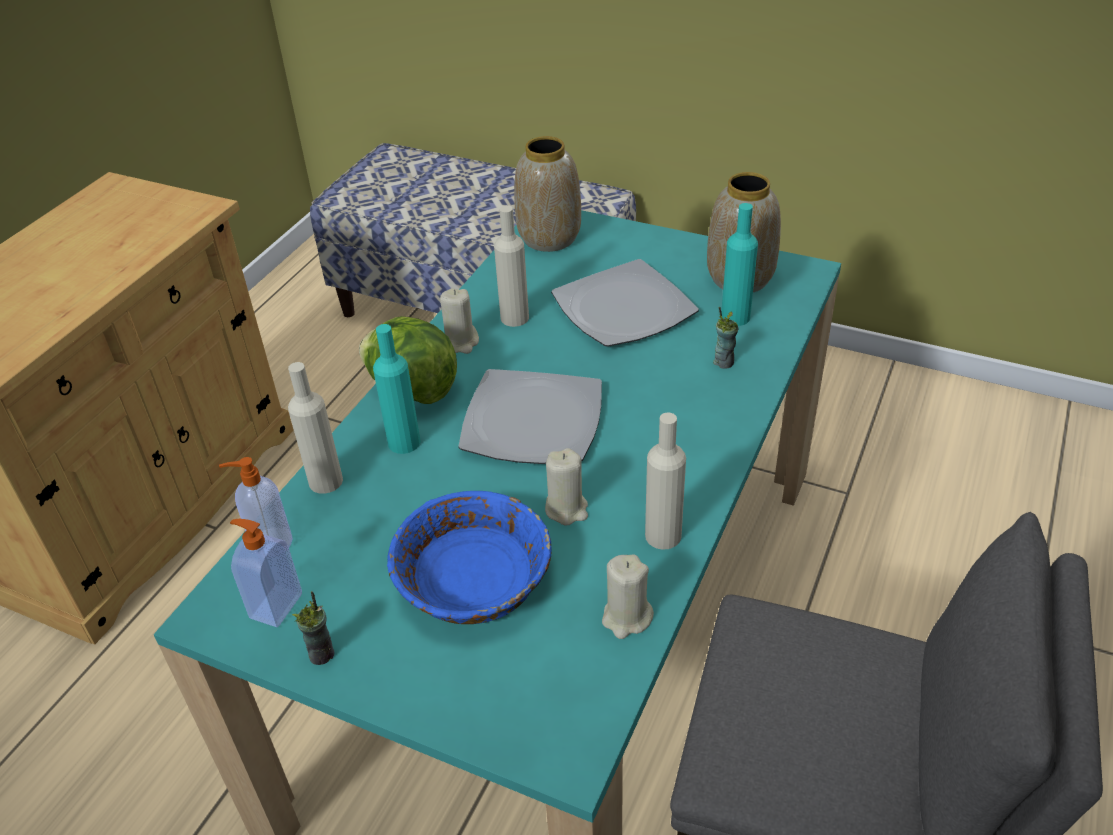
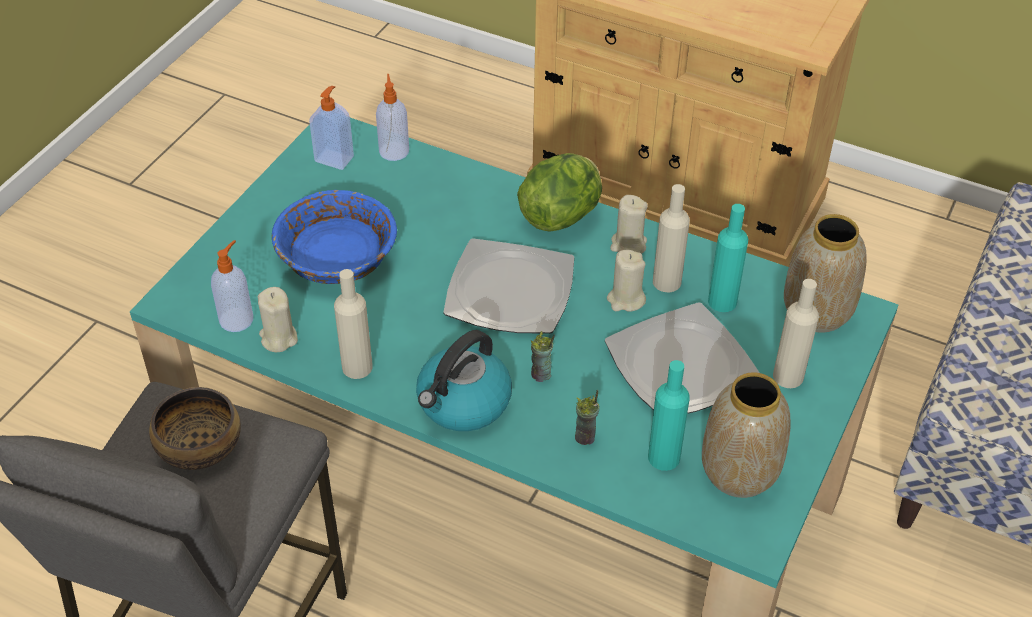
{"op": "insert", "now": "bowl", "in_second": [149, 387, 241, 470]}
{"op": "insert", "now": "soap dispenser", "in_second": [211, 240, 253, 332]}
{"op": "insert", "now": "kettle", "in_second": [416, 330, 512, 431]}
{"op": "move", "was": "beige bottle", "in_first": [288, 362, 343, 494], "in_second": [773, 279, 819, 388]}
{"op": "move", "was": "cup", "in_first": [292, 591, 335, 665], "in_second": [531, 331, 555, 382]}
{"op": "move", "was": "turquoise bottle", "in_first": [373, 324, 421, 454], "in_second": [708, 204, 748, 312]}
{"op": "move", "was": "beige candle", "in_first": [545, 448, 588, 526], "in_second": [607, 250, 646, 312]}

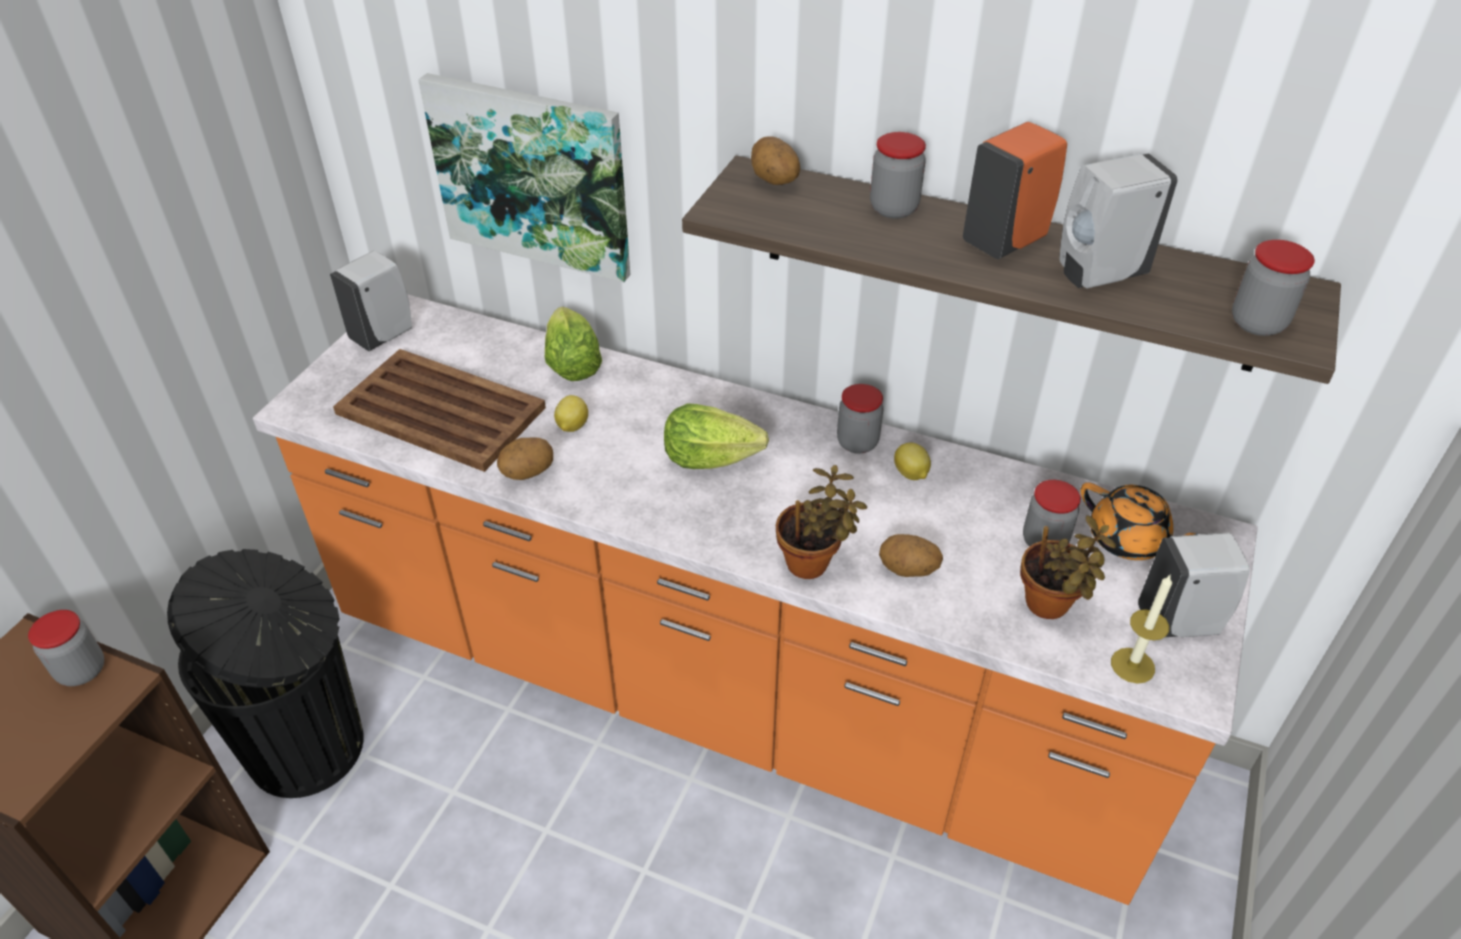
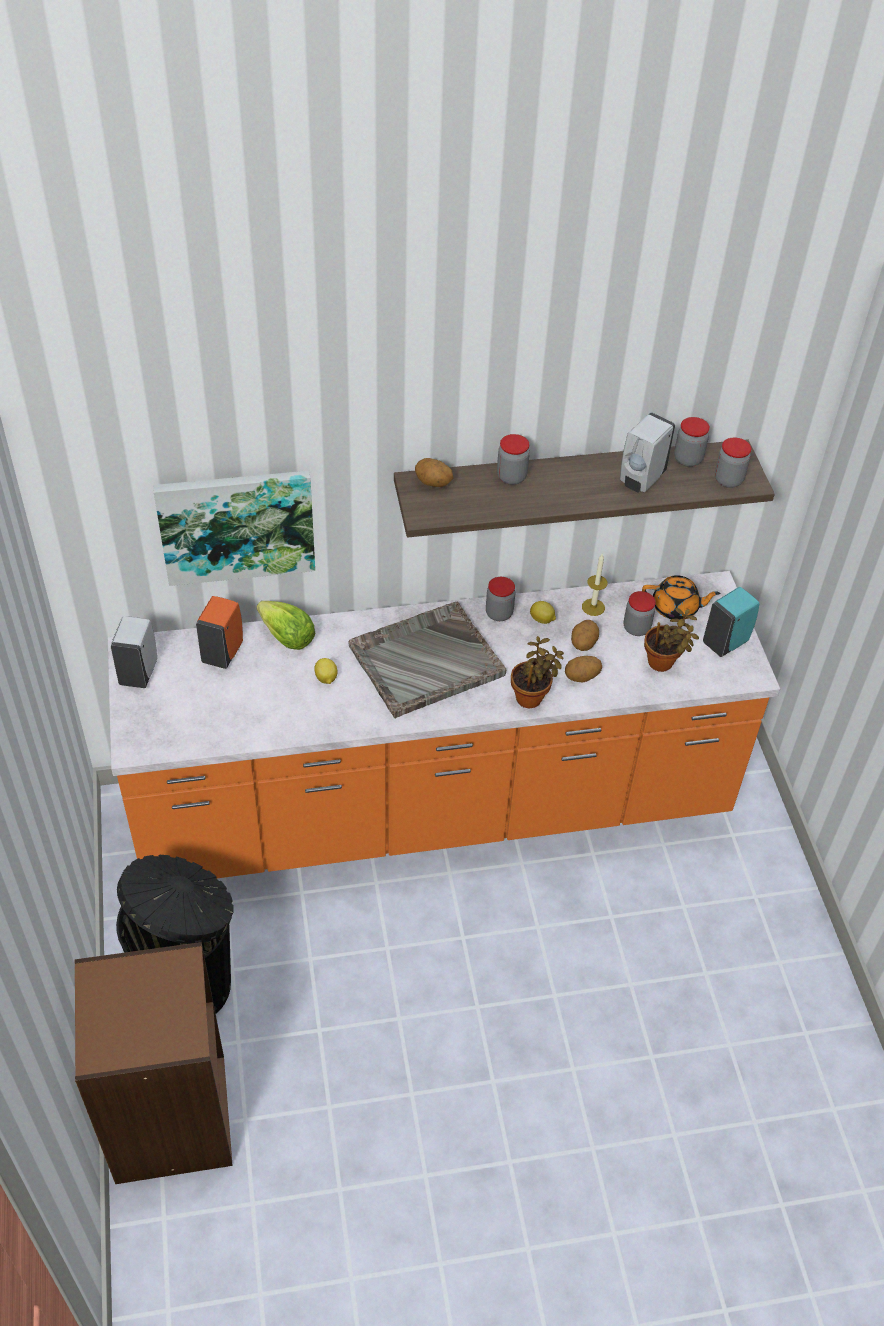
{"op": "delete", "was": "brown tray", "in_first": [333, 349, 546, 472]}
{"op": "move", "was": "jar", "in_first": [28, 610, 104, 686], "in_second": [674, 417, 710, 467]}
{"op": "move", "was": "potato", "in_first": [497, 438, 553, 480], "in_second": [571, 620, 599, 651]}
{"op": "move", "was": "orange soap dispenser", "in_first": [963, 122, 1067, 259], "in_second": [196, 596, 243, 669]}
{"op": "move", "was": "candle", "in_first": [1111, 574, 1172, 684], "in_second": [582, 554, 607, 616]}
{"op": "replace", "was": "lettuce", "now": "grey tray", "in_first": [664, 403, 769, 469], "in_second": [348, 602, 506, 718]}
{"op": "recolor", "was": "white soap dispenser", "now": "turquoise soap dispenser", "in_first": [1138, 532, 1250, 637], "in_second": [703, 587, 759, 657]}

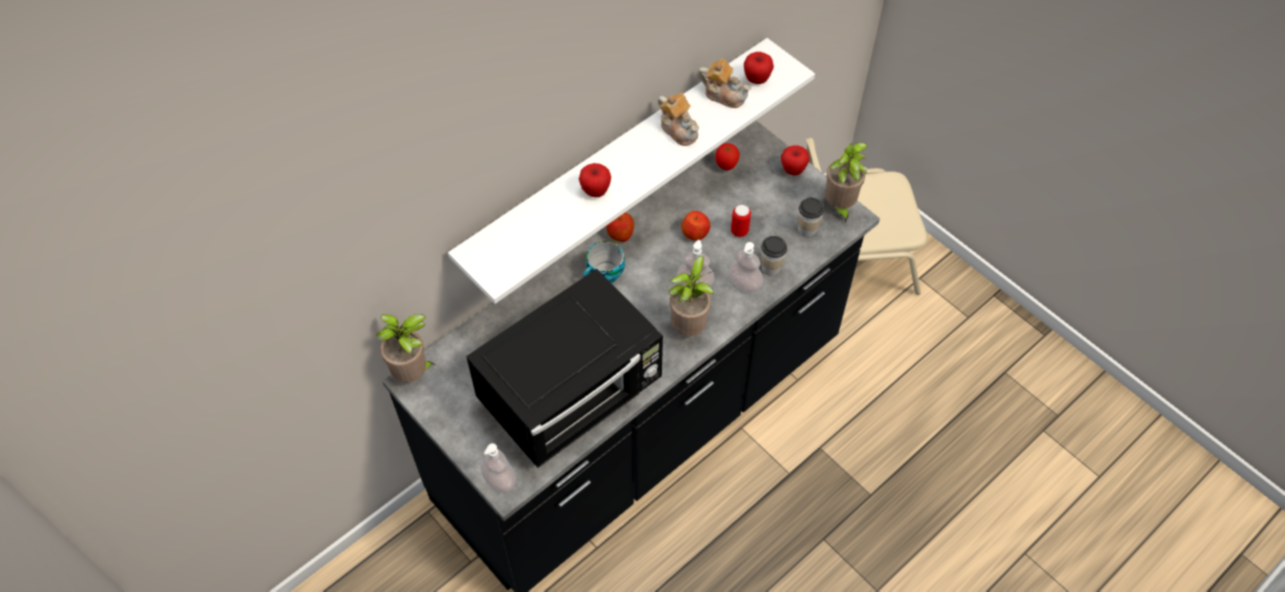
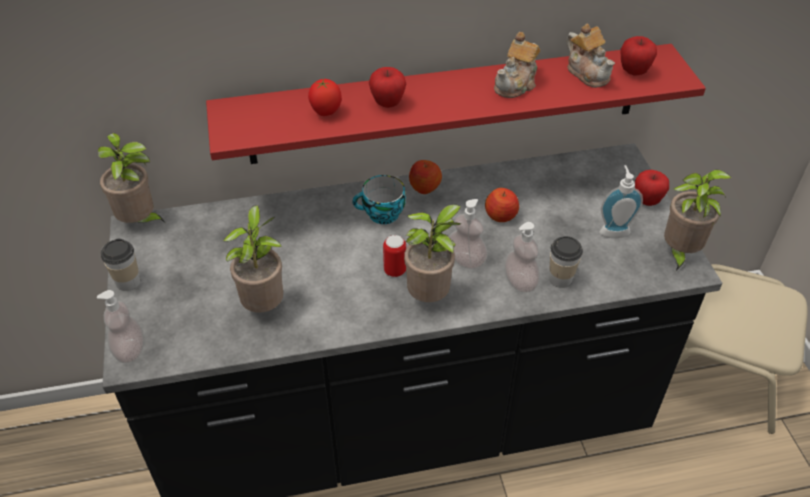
{"op": "insert", "now": "soap dispenser", "in_second": [599, 165, 643, 238]}
{"op": "move", "was": "tomato", "in_first": [715, 143, 740, 170], "in_second": [308, 79, 342, 116]}
{"op": "move", "was": "can", "in_first": [731, 205, 751, 237], "in_second": [383, 235, 406, 277]}
{"op": "move", "was": "cup", "in_first": [798, 197, 824, 237], "in_second": [101, 239, 140, 291]}
{"op": "replace", "was": "black microwave", "now": "potted plant", "in_first": [466, 269, 663, 468], "in_second": [223, 205, 283, 313]}
{"op": "recolor", "was": "white shelf", "now": "red shelf", "in_first": [448, 38, 815, 304], "in_second": [206, 44, 706, 164]}
{"op": "rotate", "was": "teapot", "in_first": [658, 93, 699, 146], "in_second": [494, 32, 540, 98], "clockwise": 45}

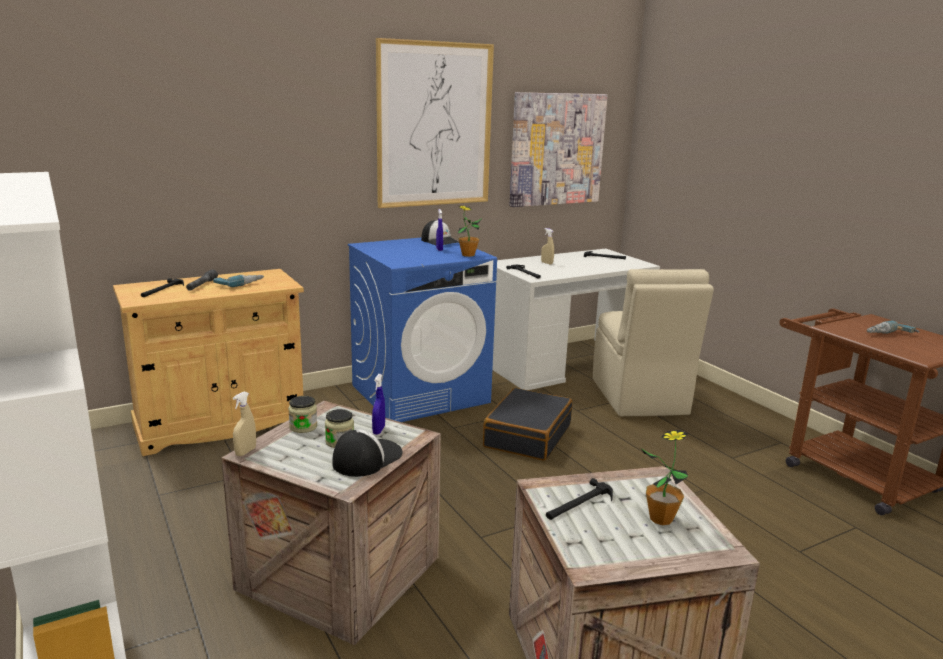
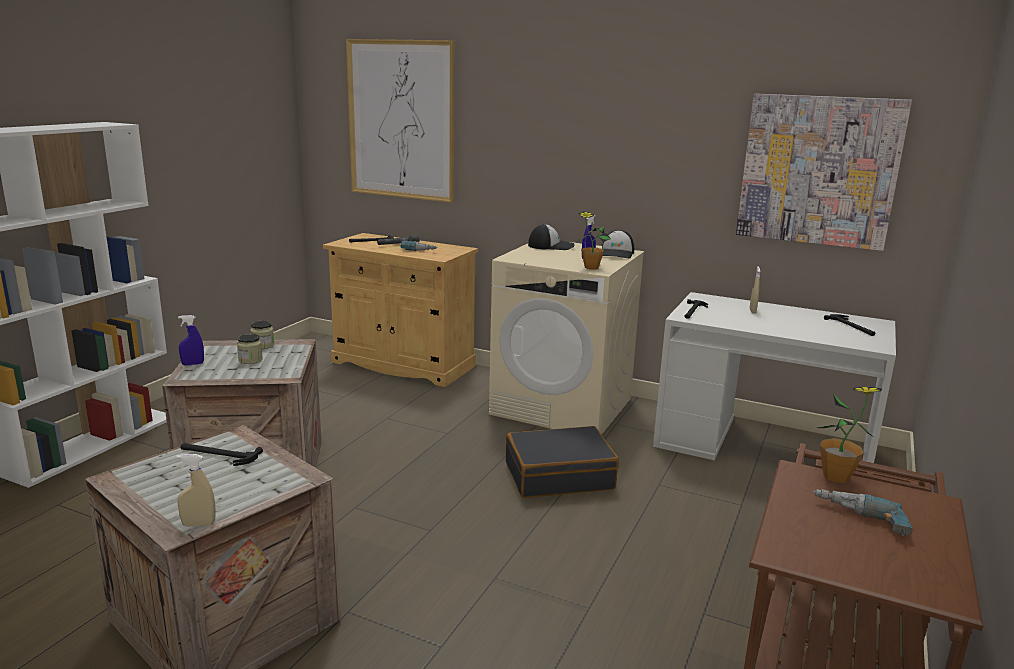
{"op": "delete", "was": "beige chair", "in_first": [593, 269, 714, 417]}
{"op": "move", "was": "beige spray bottle", "in_first": [233, 392, 256, 456], "in_second": [176, 454, 216, 527]}
{"op": "move", "was": "cap", "in_first": [332, 430, 402, 477], "in_second": [528, 224, 575, 250]}
{"op": "move", "was": "blue spray bottle", "in_first": [372, 374, 385, 435], "in_second": [178, 315, 204, 365]}
{"op": "move", "was": "picture", "in_first": [376, 38, 494, 208], "in_second": [346, 39, 454, 203]}
{"op": "move", "was": "potted plant", "in_first": [641, 430, 689, 525], "in_second": [818, 387, 882, 483]}
{"op": "recolor", "was": "blue washing machine", "now": "beige washing machine", "in_first": [348, 238, 497, 422], "in_second": [489, 242, 644, 435]}

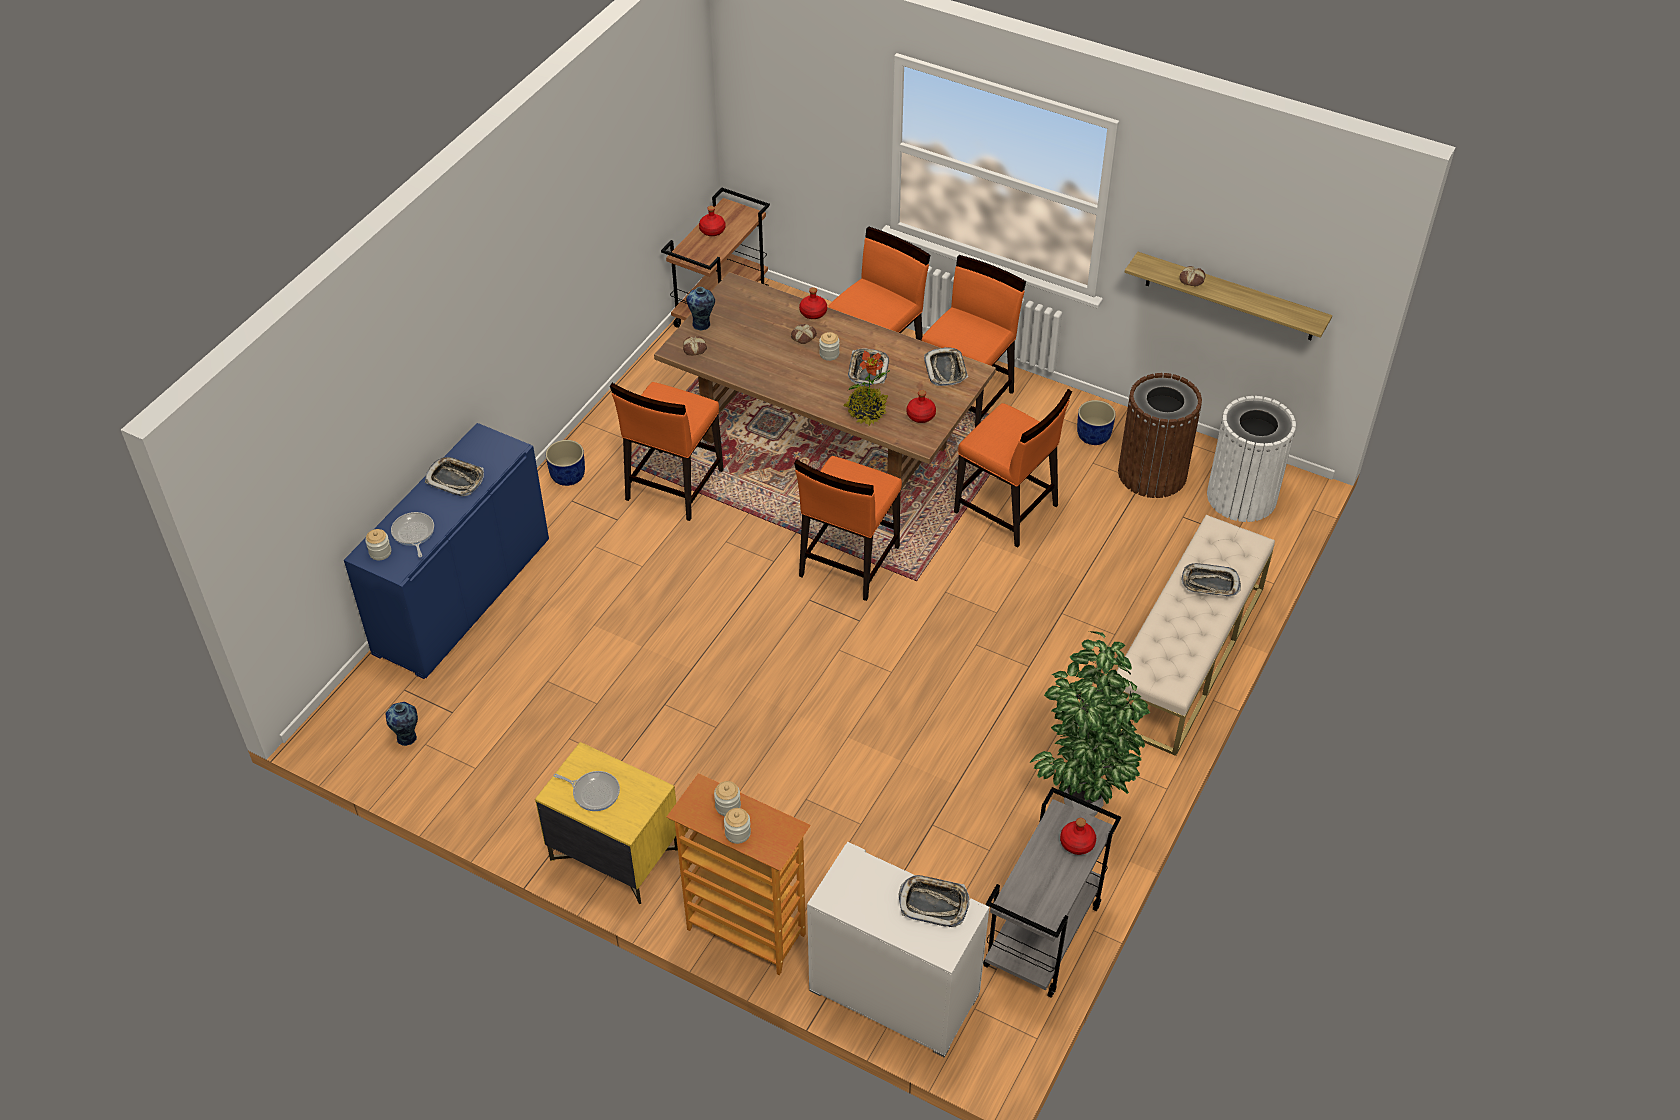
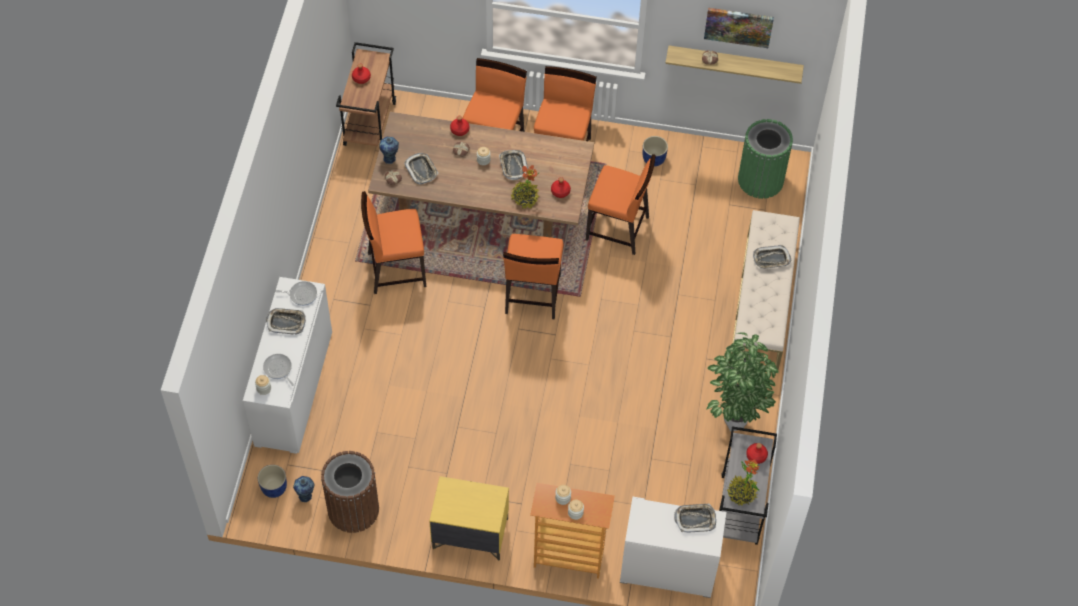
{"op": "insert", "now": "picture", "in_second": [704, 8, 774, 48]}
{"op": "insert", "now": "potted plant", "in_second": [727, 459, 759, 505]}
{"op": "move", "was": "blue planter", "in_first": [546, 440, 585, 486], "in_second": [258, 465, 287, 498]}
{"op": "move", "was": "frying pan", "in_first": [553, 771, 620, 811], "in_second": [275, 281, 318, 306]}
{"op": "move", "was": "tray", "in_first": [924, 347, 968, 386], "in_second": [404, 153, 438, 184]}
{"op": "move", "was": "brown trash can", "in_first": [1118, 373, 1202, 498], "in_second": [321, 451, 379, 533]}
{"op": "recolor", "was": "blue cabinet", "now": "white cabinet", "in_first": [344, 423, 549, 679], "in_second": [243, 277, 332, 454]}
{"op": "recolor", "was": "white trash can", "now": "green trash can", "in_first": [1207, 396, 1296, 522], "in_second": [738, 119, 793, 199]}
{"op": "rotate", "was": "orange chair", "in_first": [610, 382, 724, 521], "in_second": [361, 191, 426, 294], "clockwise": 75}

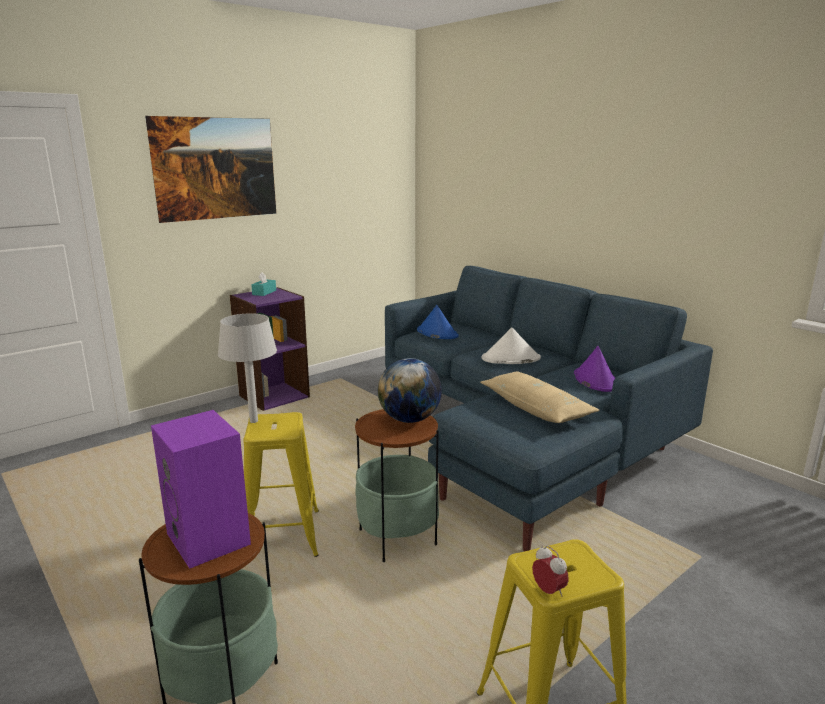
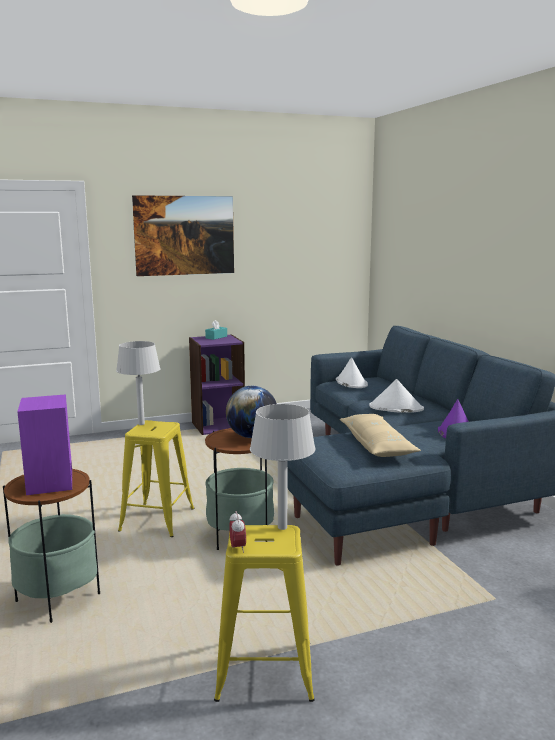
{"op": "insert", "now": "grey table lamp", "in_second": [250, 404, 316, 530]}
{"op": "recolor", "was": "blue hat", "now": "white hat", "in_first": [417, 305, 459, 339], "in_second": [336, 357, 368, 388]}

